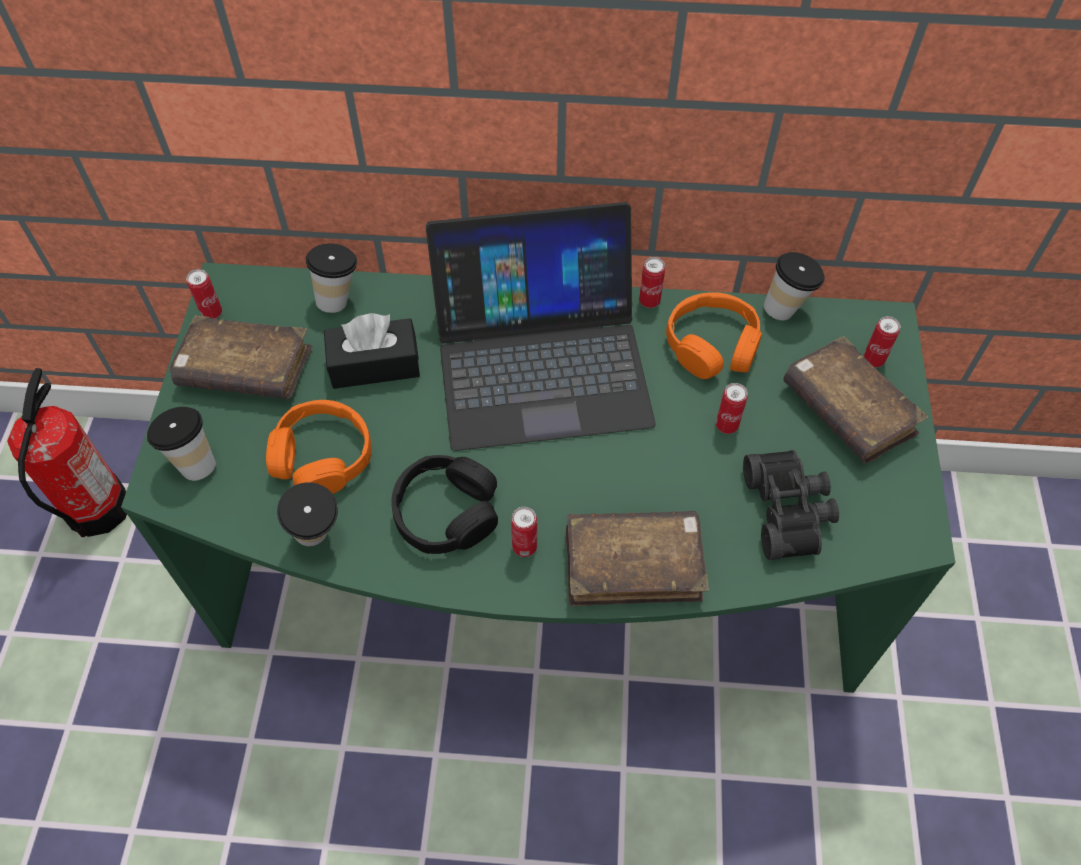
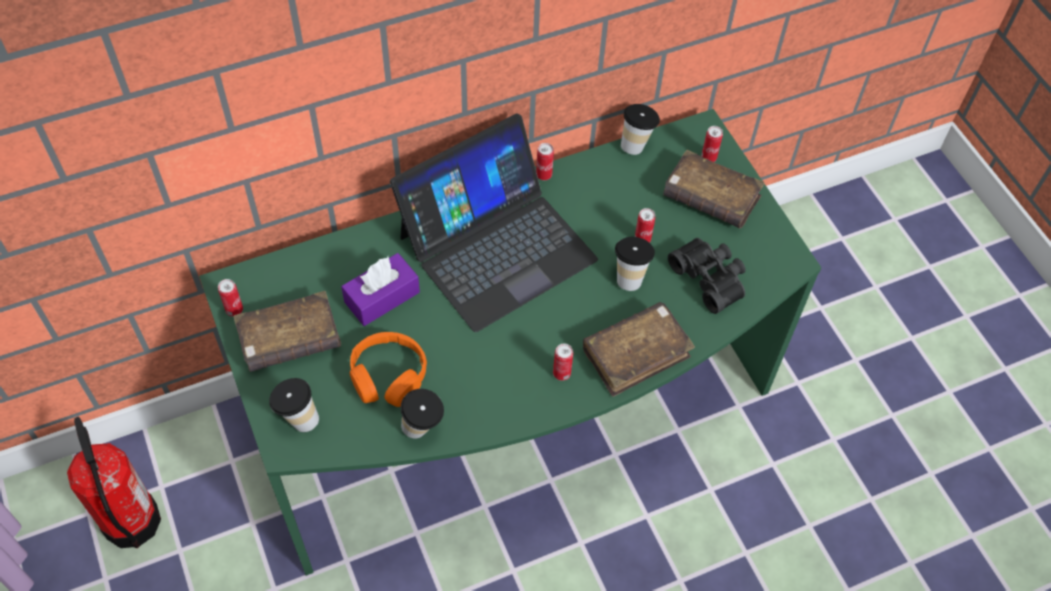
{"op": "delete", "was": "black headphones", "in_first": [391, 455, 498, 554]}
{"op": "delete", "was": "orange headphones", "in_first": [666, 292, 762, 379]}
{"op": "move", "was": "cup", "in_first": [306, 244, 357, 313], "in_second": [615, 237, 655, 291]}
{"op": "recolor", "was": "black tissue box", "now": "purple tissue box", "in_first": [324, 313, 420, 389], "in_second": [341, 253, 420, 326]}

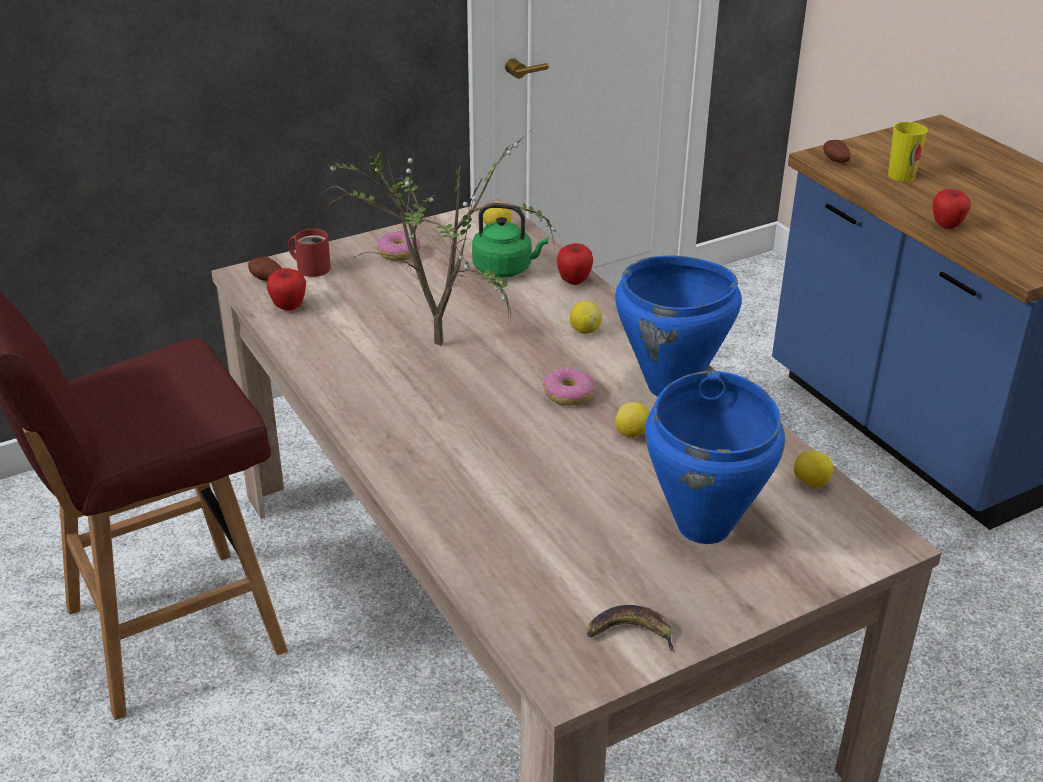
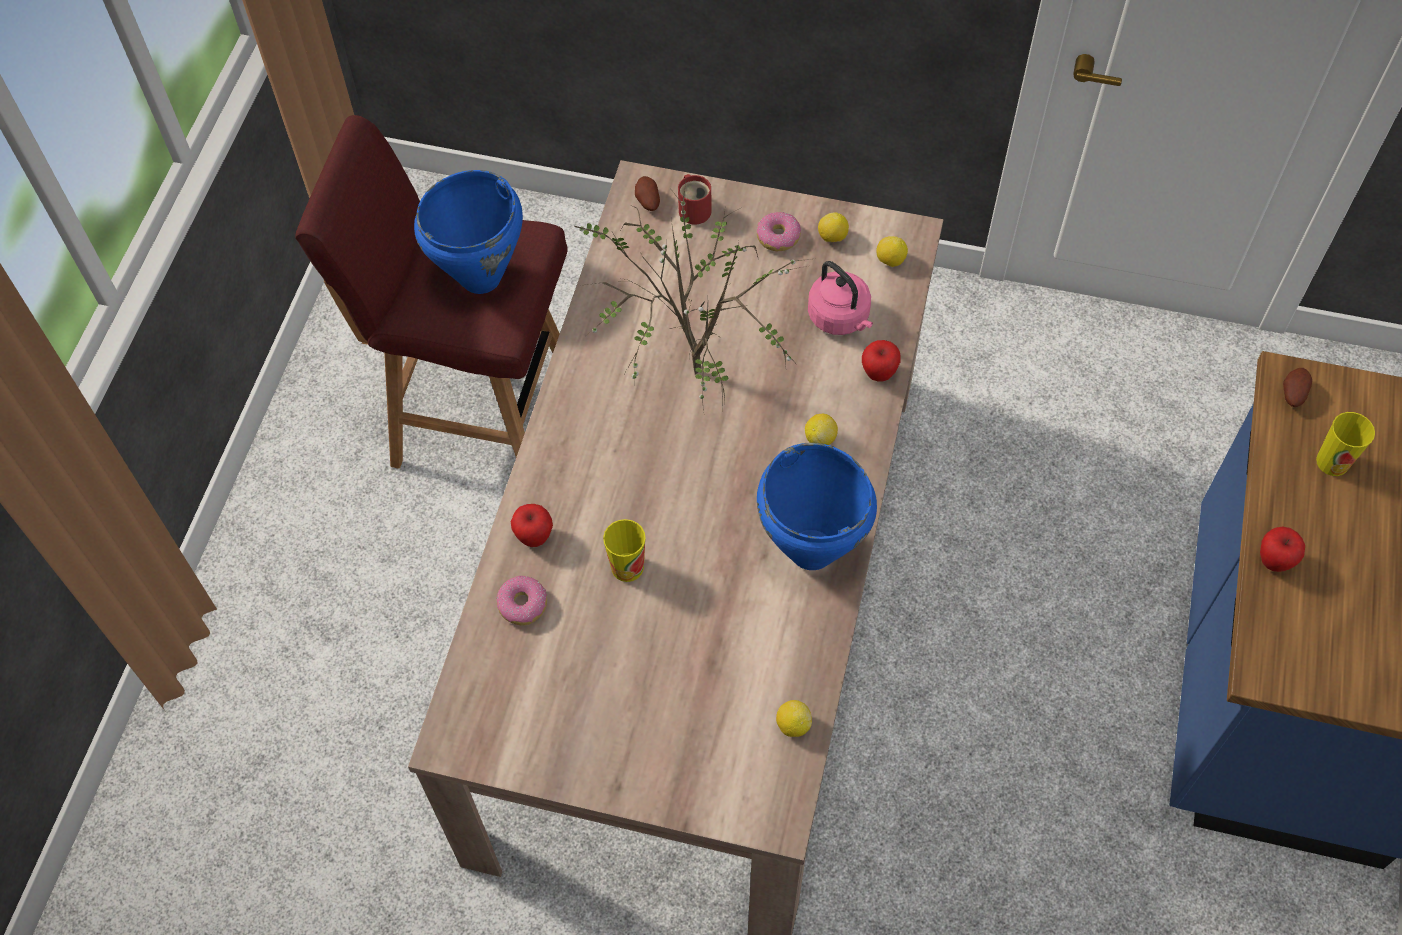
{"op": "delete", "was": "banana", "in_first": [587, 605, 675, 652]}
{"op": "insert", "now": "cup", "in_second": [603, 519, 646, 582]}
{"op": "move", "was": "apple", "in_first": [267, 268, 306, 310], "in_second": [511, 504, 553, 547]}
{"op": "move", "was": "donut", "in_first": [543, 368, 595, 406], "in_second": [497, 576, 547, 625]}
{"op": "move", "was": "lemon", "in_first": [615, 402, 650, 438], "in_second": [818, 212, 849, 242]}
{"op": "move", "was": "blue cooking pot", "in_first": [645, 371, 785, 544], "in_second": [414, 170, 523, 294]}
{"op": "recolor", "was": "green kettle", "now": "pink kettle", "in_first": [472, 203, 548, 278], "in_second": [808, 261, 873, 335]}

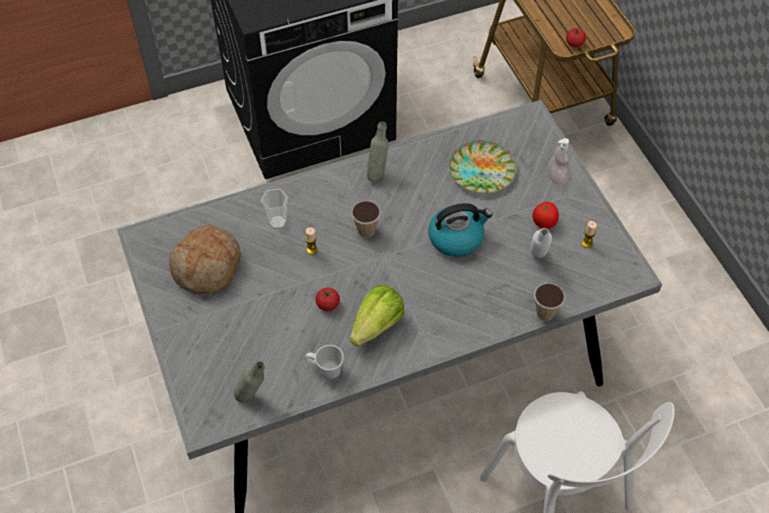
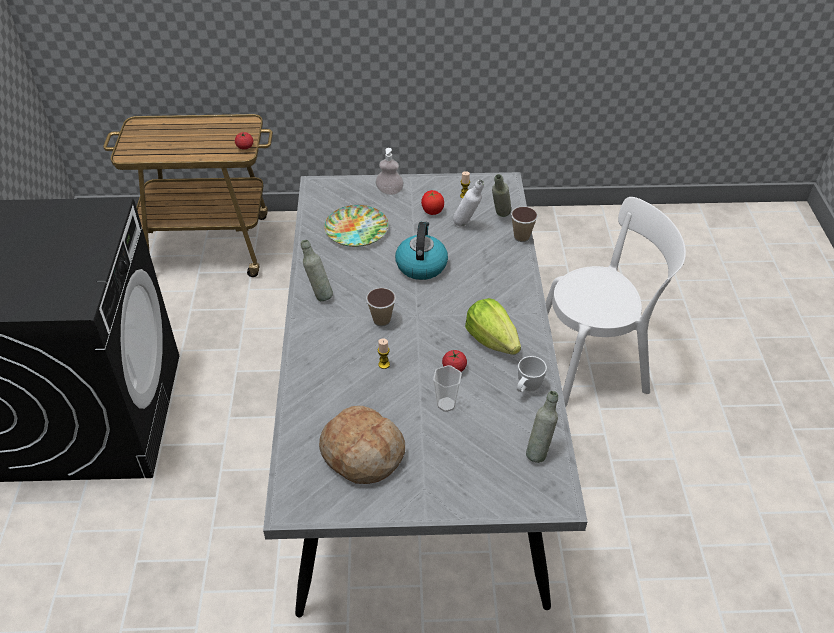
{"op": "insert", "now": "grey bottle", "in_second": [492, 174, 511, 217]}
{"op": "move", "was": "cup", "in_first": [261, 189, 288, 229], "in_second": [433, 365, 462, 412]}

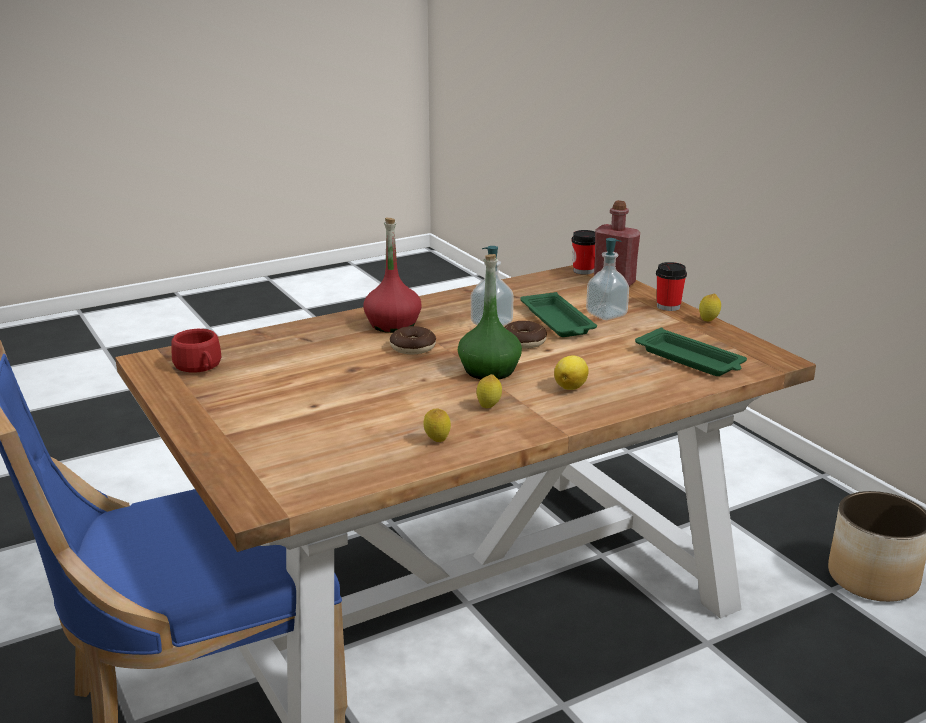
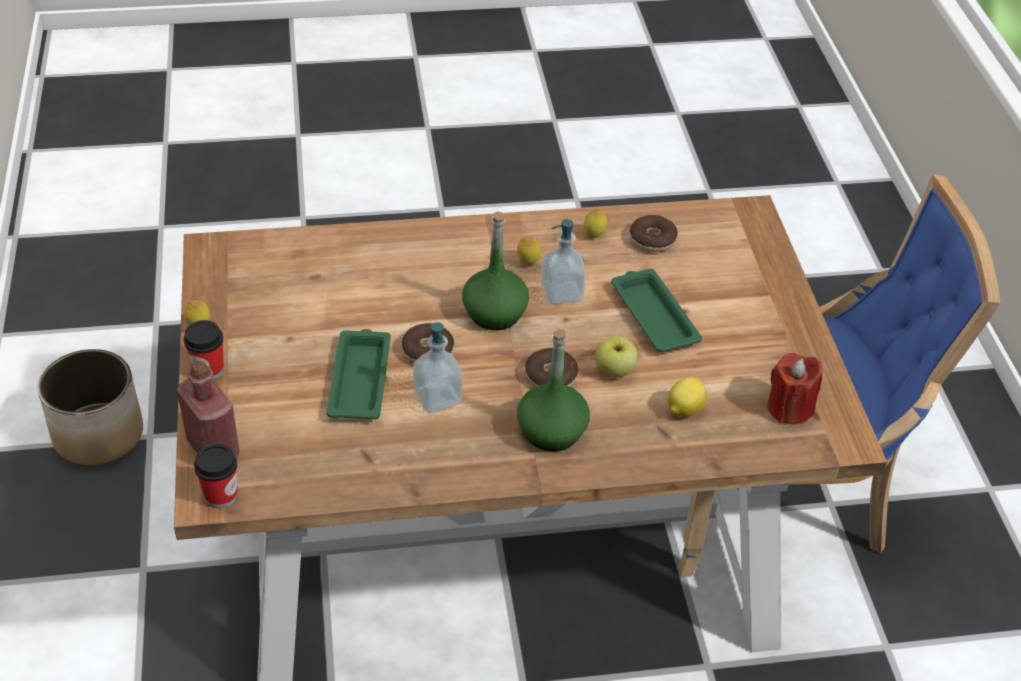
{"op": "insert", "now": "apple", "in_second": [595, 337, 638, 378]}
{"op": "insert", "now": "donut", "in_second": [630, 215, 678, 252]}
{"op": "move", "was": "lemon", "in_first": [554, 356, 589, 390], "in_second": [668, 377, 707, 417]}
{"op": "move", "was": "soap dispenser", "in_first": [586, 238, 629, 320], "in_second": [541, 219, 586, 304]}
{"op": "move", "was": "green tray", "in_first": [635, 328, 747, 376], "in_second": [611, 269, 702, 352]}
{"op": "replace", "was": "red cup", "now": "red candle", "in_first": [172, 329, 221, 373], "in_second": [767, 353, 823, 424]}
{"op": "recolor", "was": "red bottle", "now": "green bottle", "in_first": [364, 218, 422, 333], "in_second": [517, 329, 590, 451]}

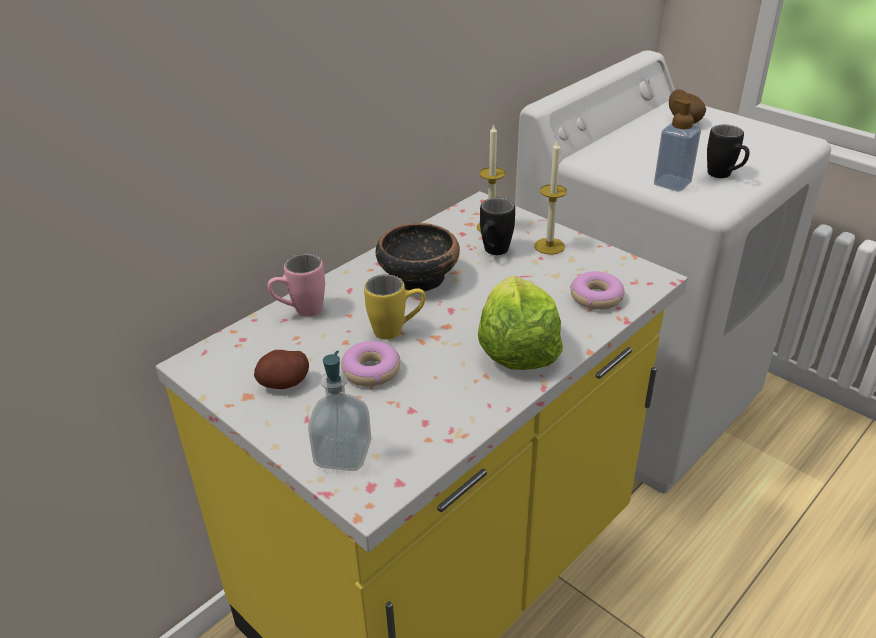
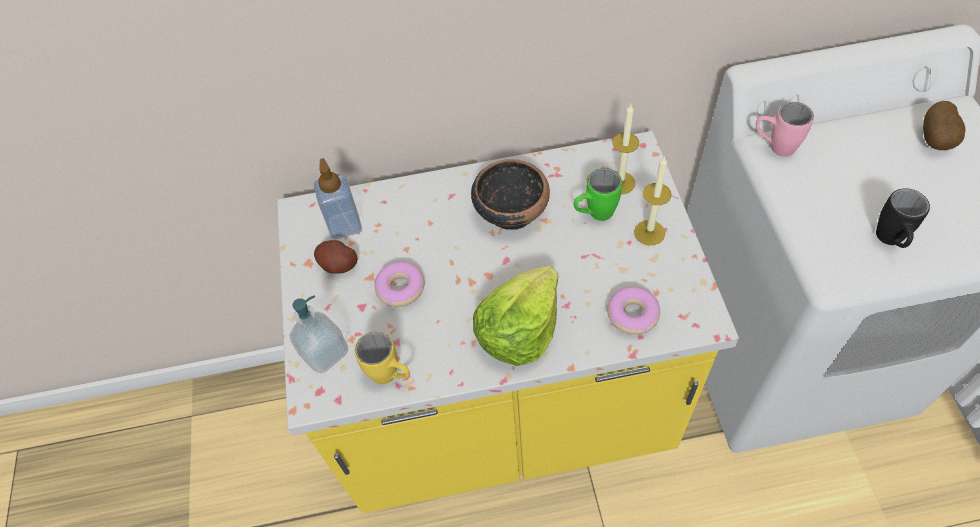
{"op": "move", "was": "pink mug", "in_first": [268, 254, 325, 317], "in_second": [756, 102, 814, 157]}
{"op": "move", "was": "yellow mug", "in_first": [364, 274, 426, 340], "in_second": [355, 331, 410, 384]}
{"op": "move", "was": "soap dispenser", "in_first": [654, 99, 701, 192], "in_second": [314, 158, 362, 239]}
{"op": "recolor", "was": "black mug", "now": "green mug", "in_first": [480, 198, 515, 255], "in_second": [574, 168, 622, 221]}

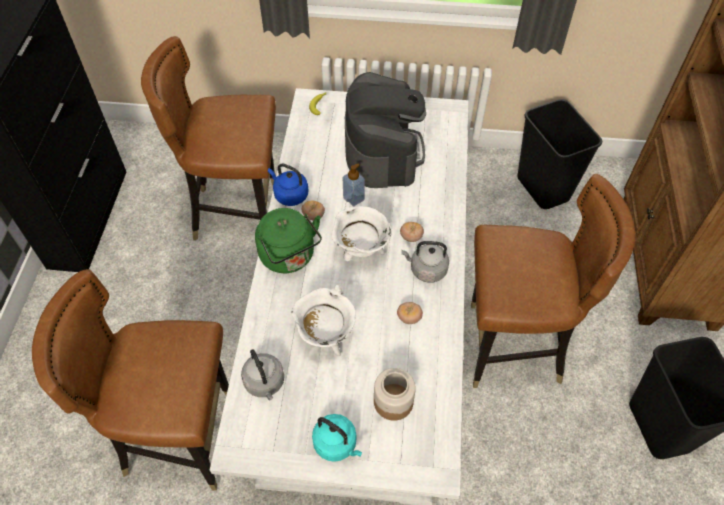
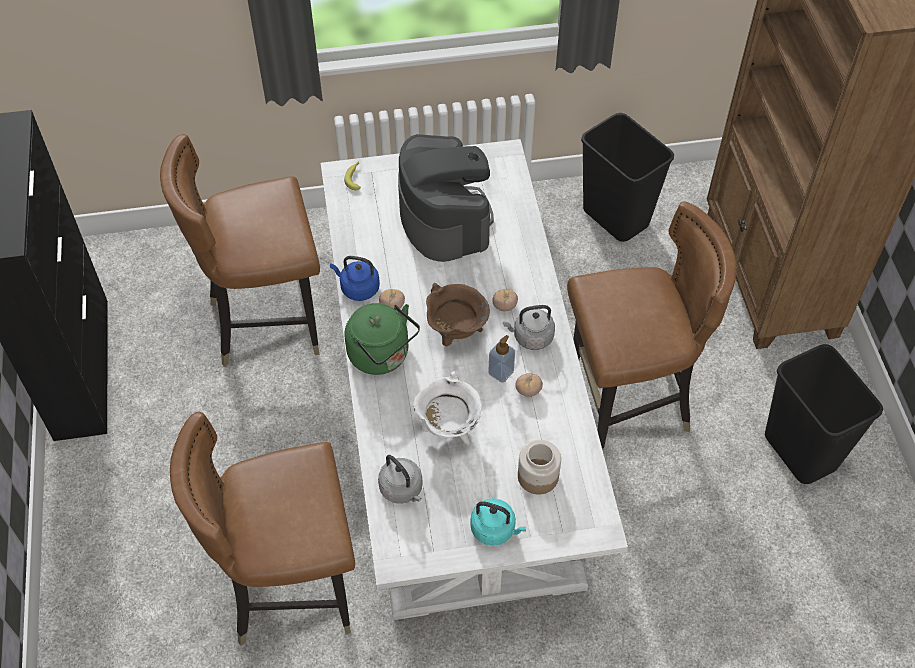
{"op": "move", "was": "soap dispenser", "in_first": [342, 164, 365, 206], "in_second": [488, 335, 515, 383]}
{"op": "recolor", "was": "white cooking pot", "now": "brown cooking pot", "in_first": [331, 202, 392, 261], "in_second": [426, 283, 490, 346]}

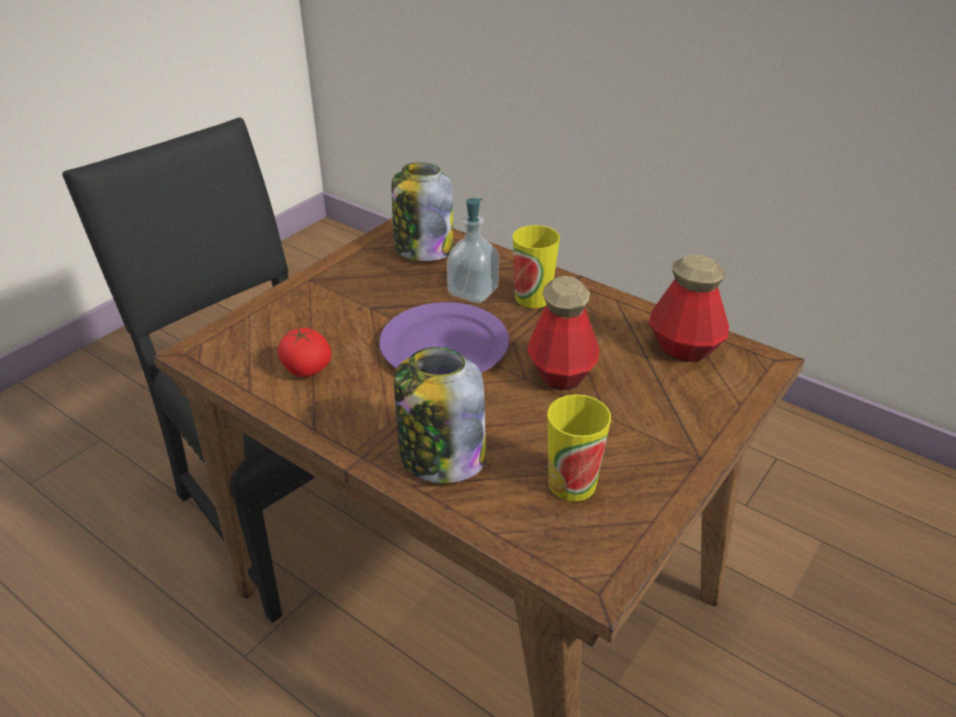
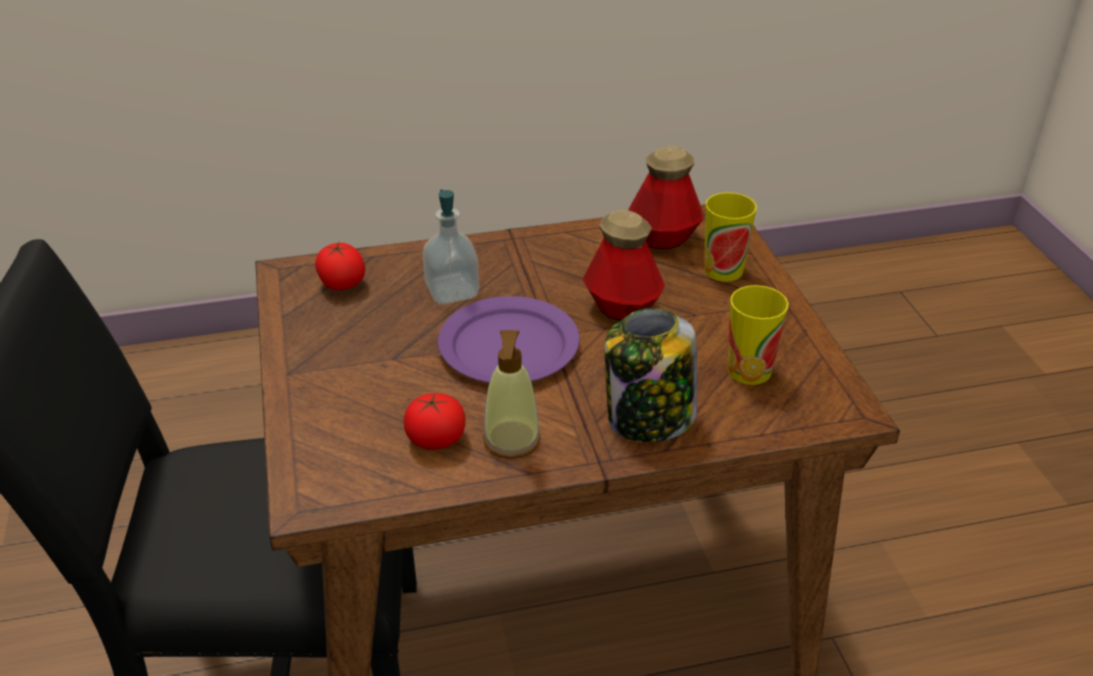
{"op": "insert", "now": "soap dispenser", "in_second": [483, 330, 541, 459]}
{"op": "move", "was": "cup", "in_first": [513, 225, 560, 308], "in_second": [704, 192, 757, 282]}
{"op": "replace", "was": "jar", "now": "tomato", "in_first": [392, 162, 453, 261], "in_second": [315, 242, 365, 290]}

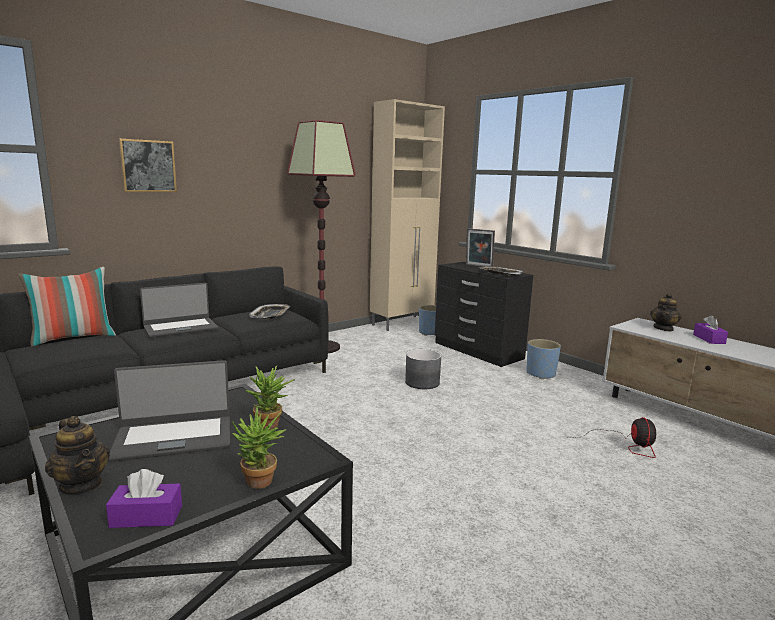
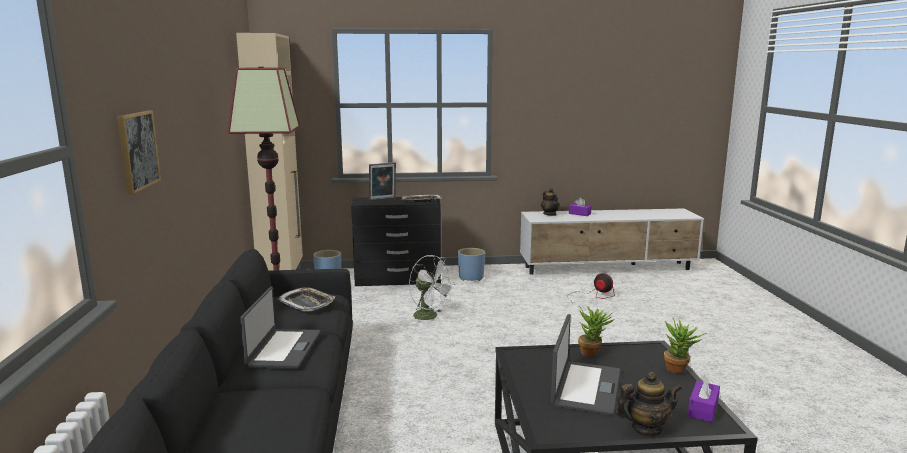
{"op": "delete", "was": "pillow", "in_first": [18, 267, 116, 347]}
{"op": "replace", "was": "grey planter", "now": "white fan", "in_first": [405, 349, 441, 389], "in_second": [409, 255, 455, 324]}

